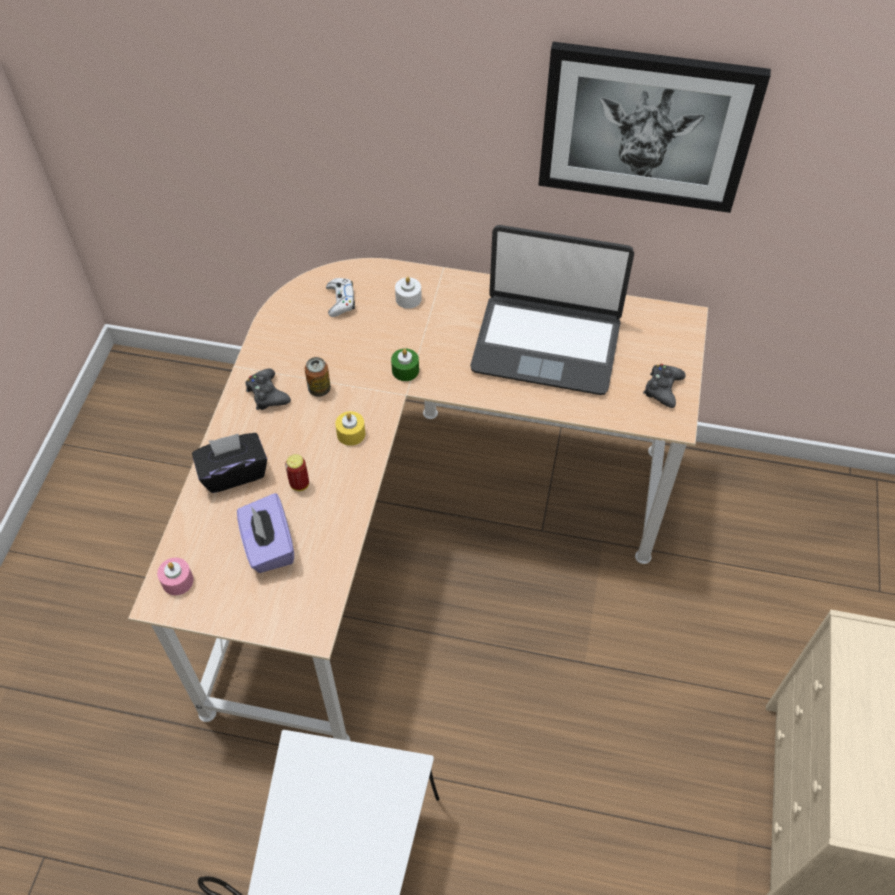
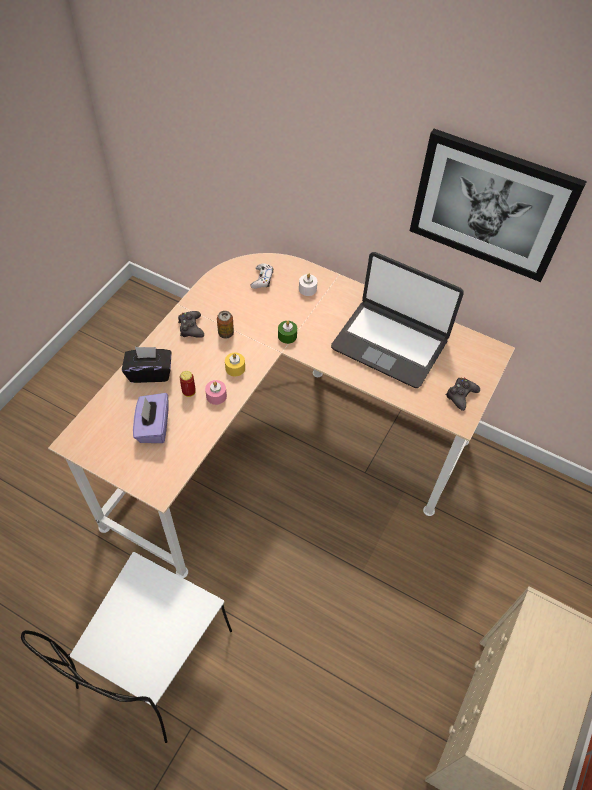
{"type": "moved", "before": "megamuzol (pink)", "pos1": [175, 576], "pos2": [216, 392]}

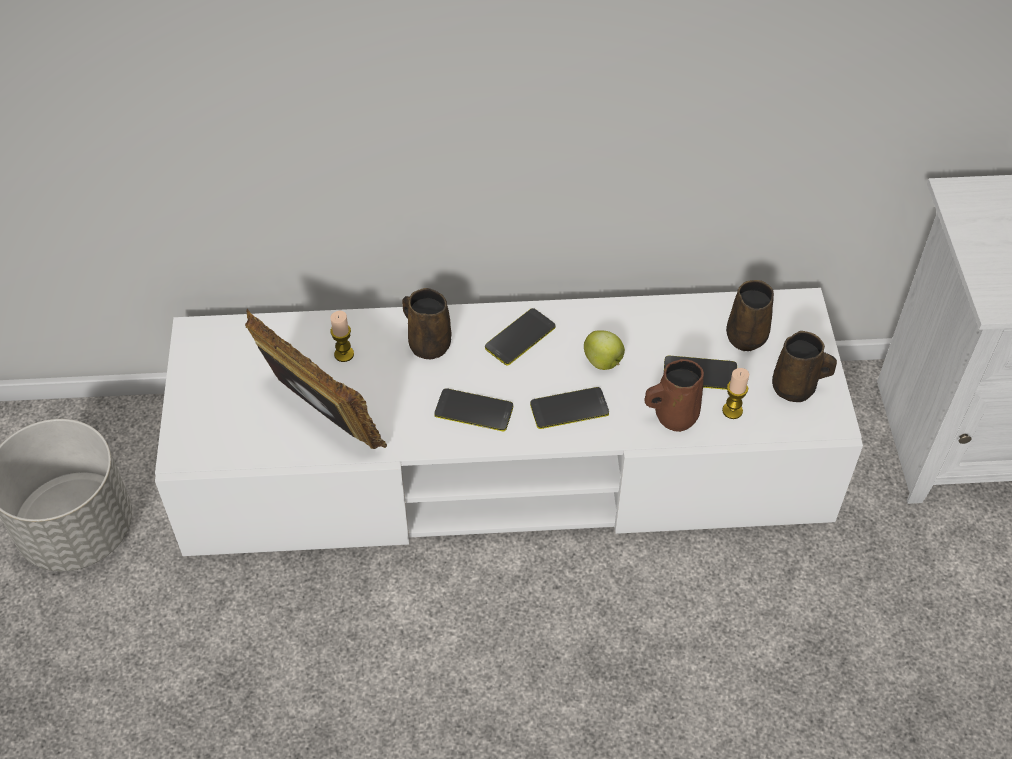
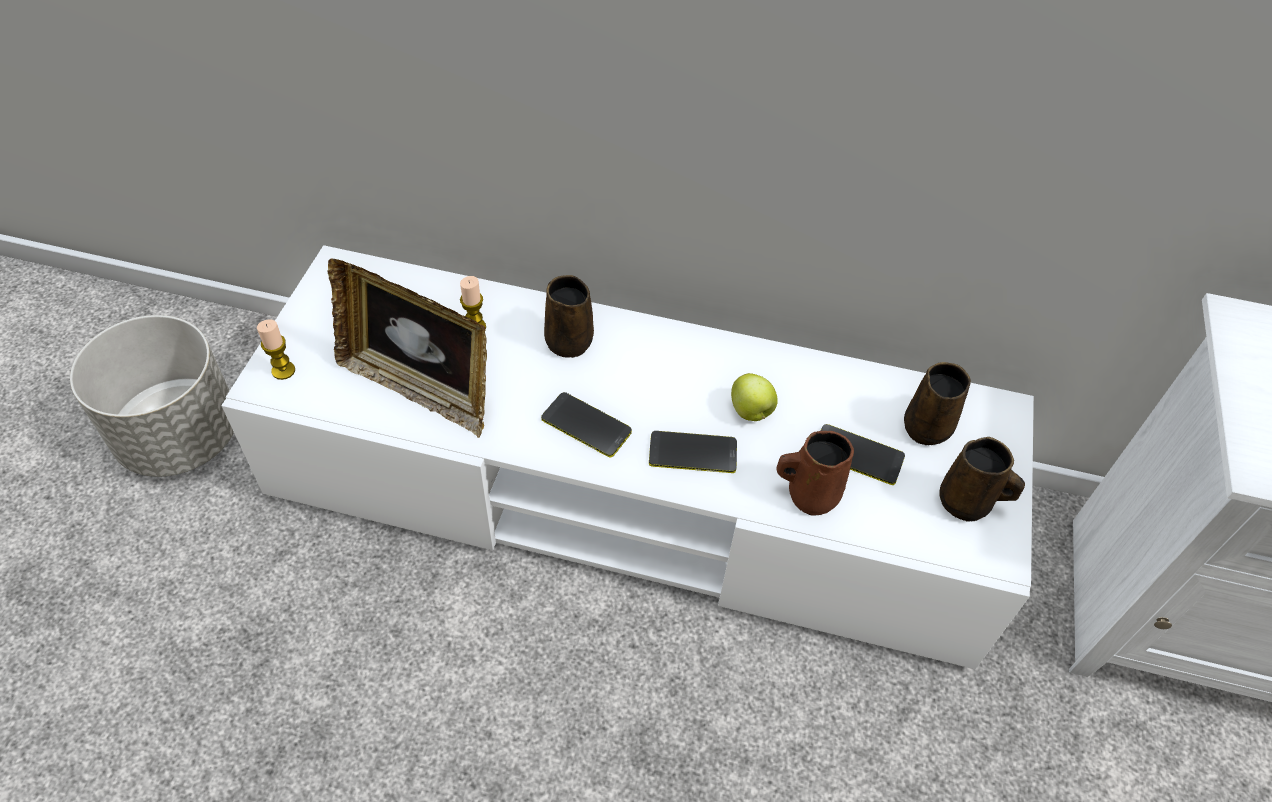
{"type": "moved", "before": "megamuzol", "pos1": [735, 393], "pos2": [276, 349]}
{"type": "turned", "before": "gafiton", "pos1": [316, 379], "pos2": [407, 348], "turn": 150}
{"type": "removed", "before": "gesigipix", "pos1": [520, 336]}

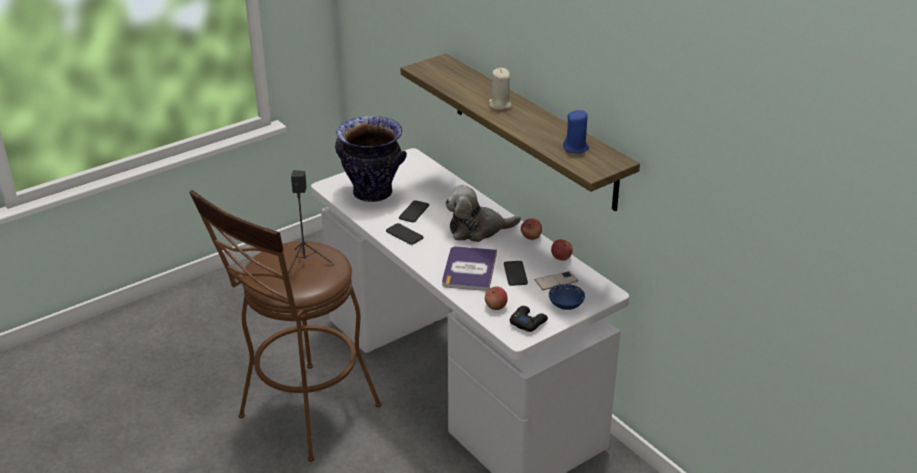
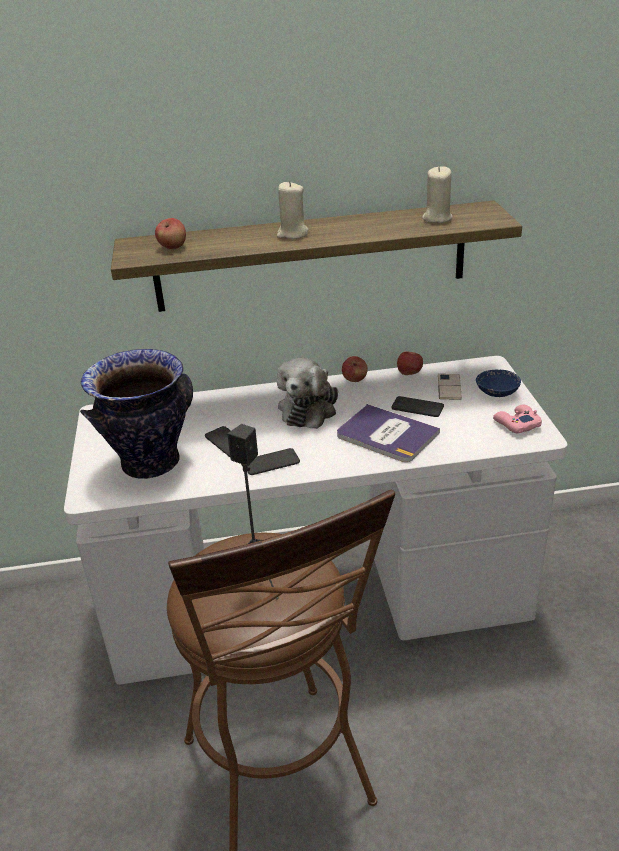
{"type": "moved", "before": "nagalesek", "pos1": [496, 298], "pos2": [170, 233]}
{"type": "recoloured", "before": "megamuzol (blue)", "after": "megamuzol (beige)", "pos1": [576, 131], "pos2": [437, 194]}
{"type": "recoloured", "before": "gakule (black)", "after": "gakule (pink)", "pos1": [529, 319], "pos2": [517, 418]}

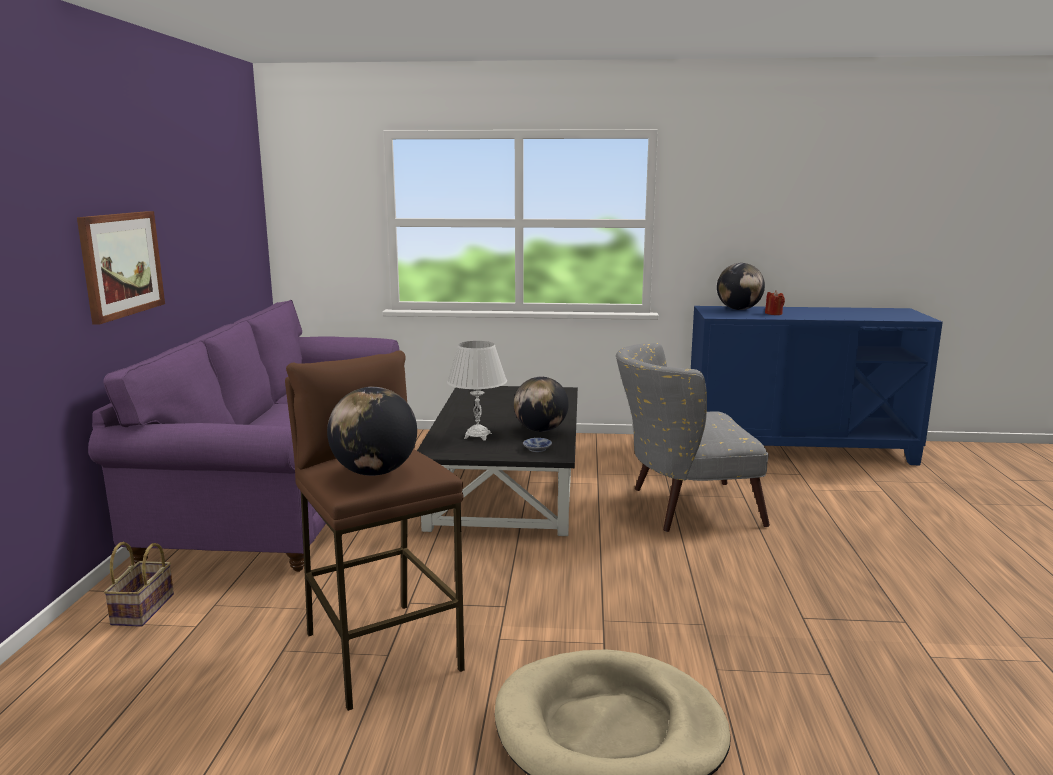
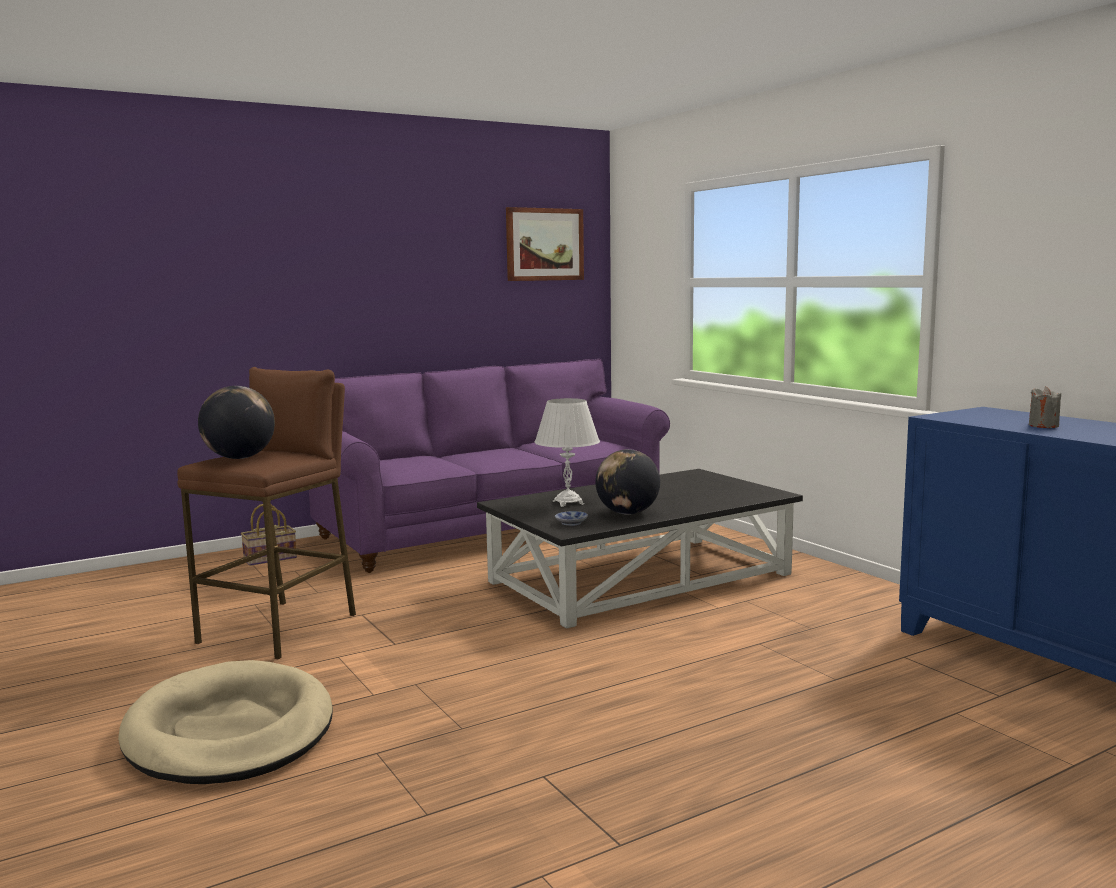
{"type": "moved", "before": "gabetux", "pos1": [121, 268], "pos2": [545, 244]}
{"type": "recoloured", "before": "megamuzol (red)", "after": "megamuzol (grey)", "pos1": [775, 302], "pos2": [1045, 407]}
{"type": "removed", "before": "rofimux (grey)", "pos1": [693, 437]}
{"type": "removed", "before": "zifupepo", "pos1": [741, 286]}

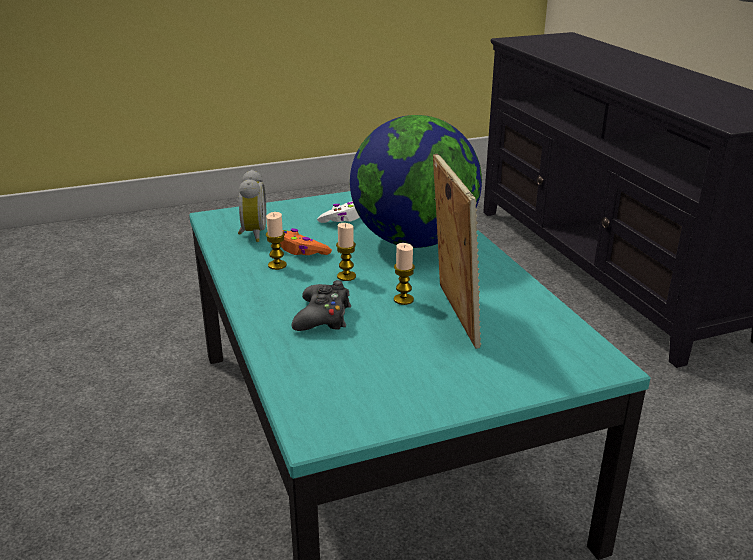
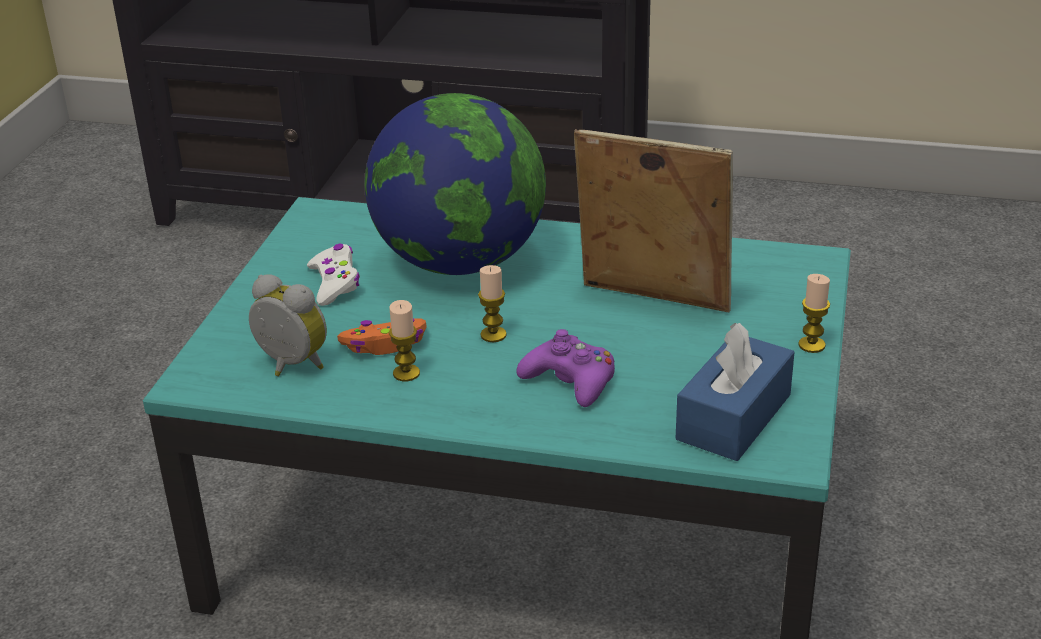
{"type": "recoloured", "before": "gakule (black)", "after": "gakule (purple)", "pos1": [321, 305], "pos2": [566, 368]}
{"type": "added", "after": "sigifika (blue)", "pos2": [735, 392]}
{"type": "moved", "before": "megamuzol", "pos1": [404, 274], "pos2": [814, 313]}

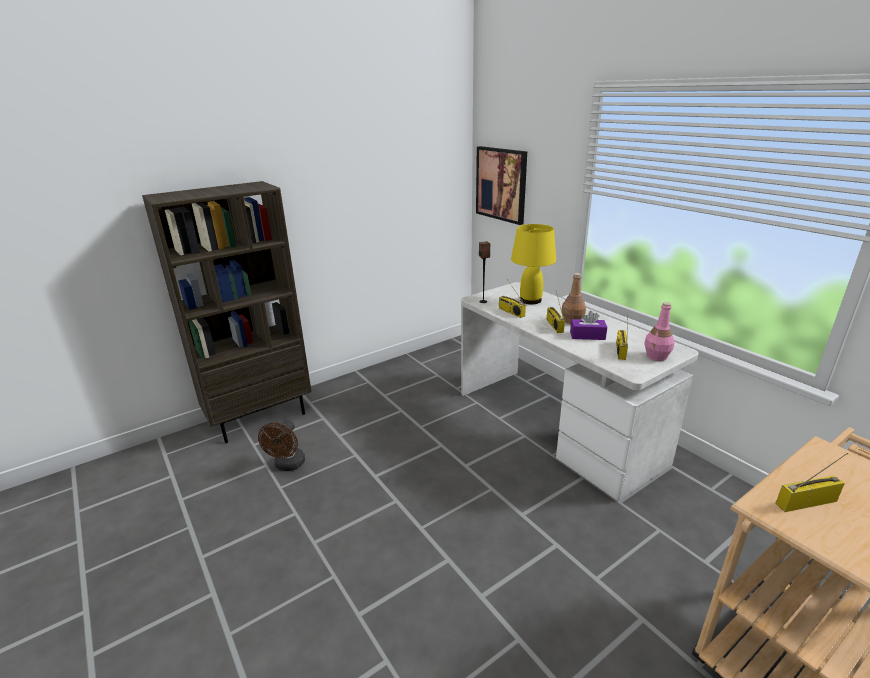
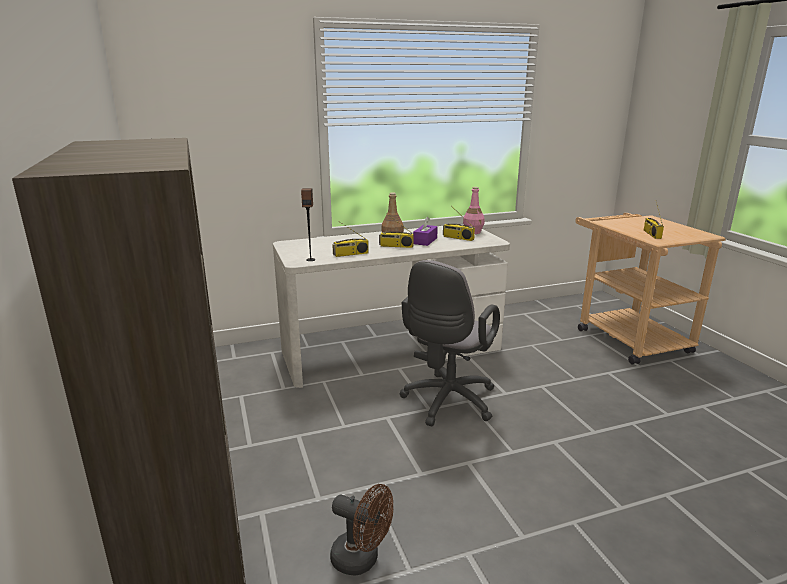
{"type": "added", "after": "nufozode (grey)", "pos2": [450, 343]}
{"type": "removed", "before": "gabetux", "pos1": [501, 185]}
{"type": "removed", "before": "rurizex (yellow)", "pos1": [533, 264]}

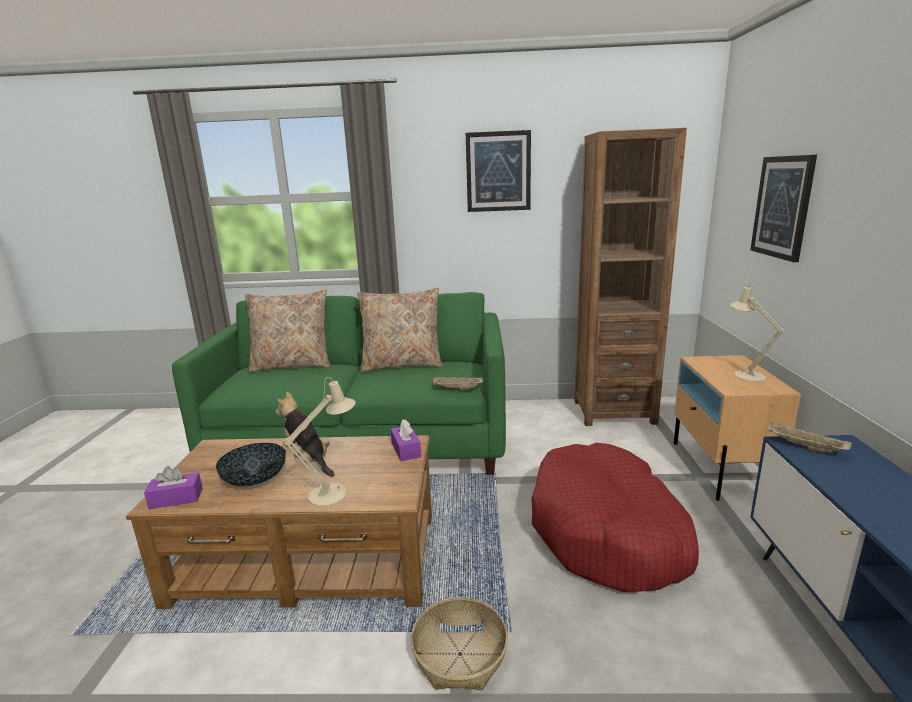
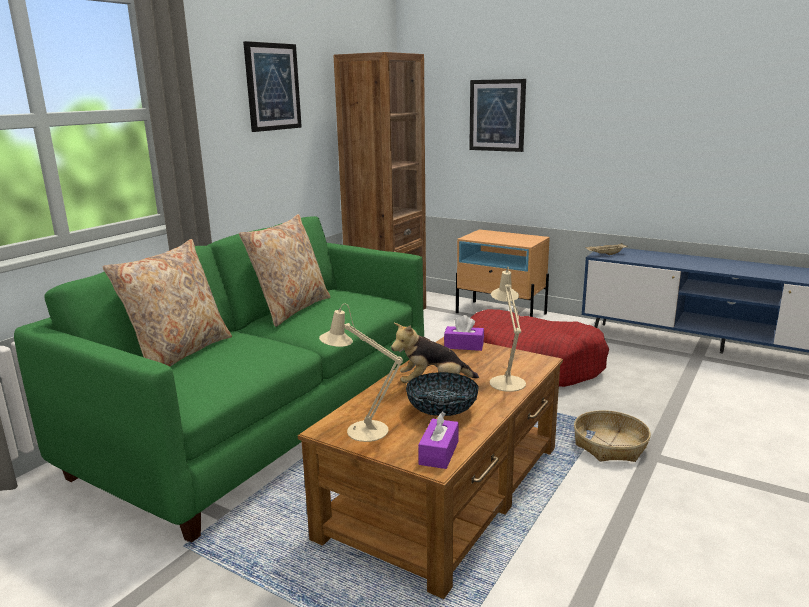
{"type": "moved", "before": "rurizex (beige)", "pos1": [757, 332], "pos2": [361, 373]}
{"type": "removed", "before": "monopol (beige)", "pos1": [458, 383]}

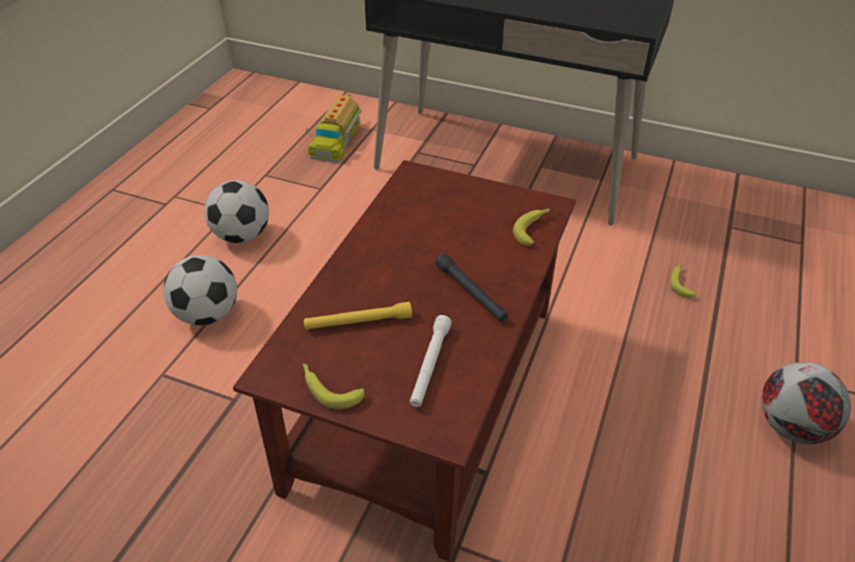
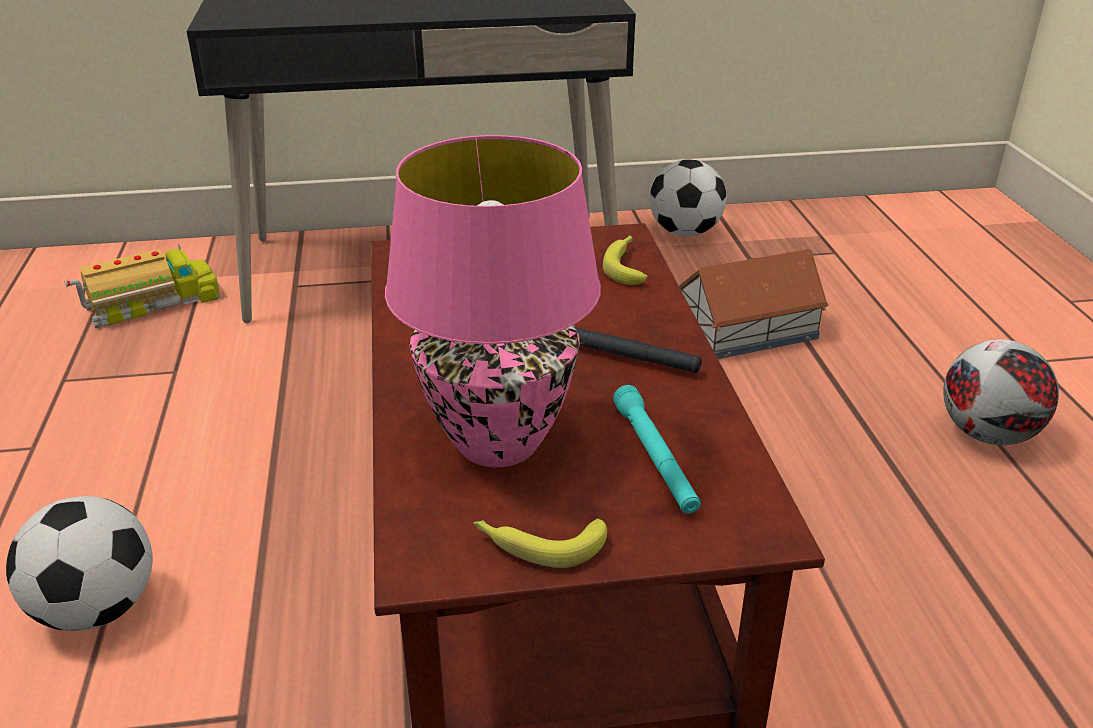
{"type": "turned", "before": "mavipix", "pos1": [334, 128], "pos2": [142, 286], "turn": -105}
{"type": "replaced", "before": "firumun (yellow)", "after": "rurizex (pink)", "pos1": [358, 316], "pos2": [493, 301]}
{"type": "recoloured", "before": "firumun (white)", "after": "firumun (turquoise)", "pos1": [430, 361], "pos2": [657, 449]}
{"type": "moved", "before": "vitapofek", "pos1": [237, 211], "pos2": [688, 198]}
{"type": "replaced", "before": "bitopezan", "after": "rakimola", "pos1": [683, 280], "pos2": [754, 304]}

